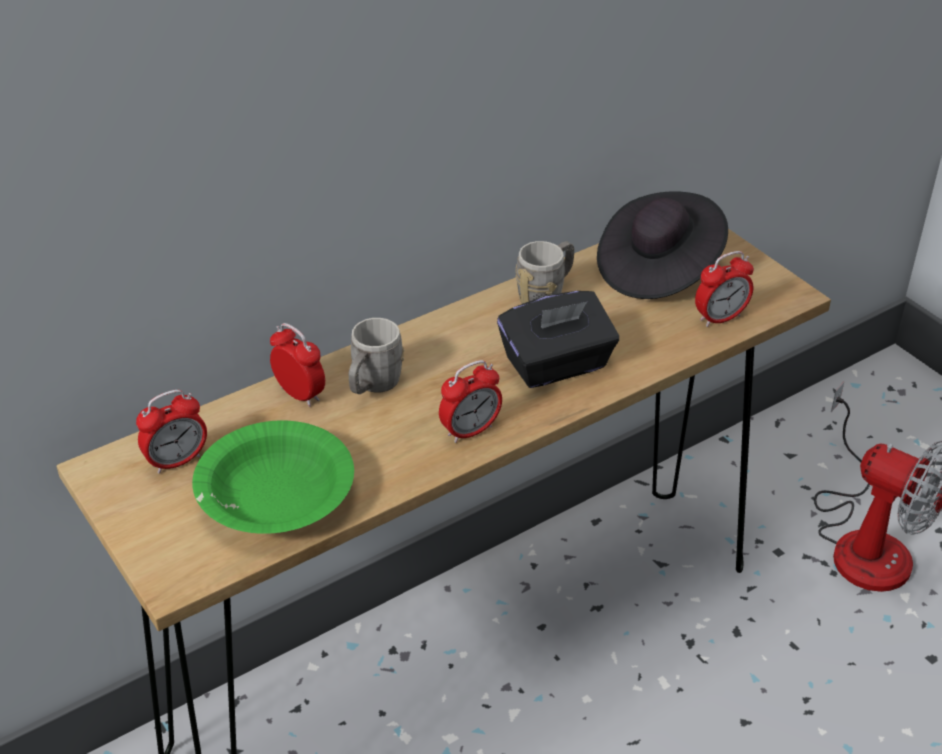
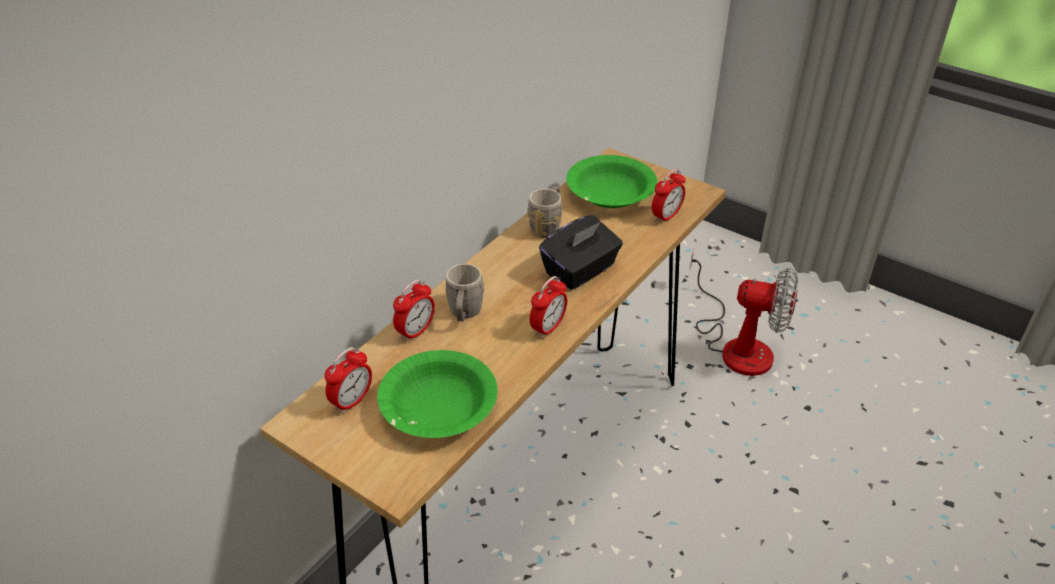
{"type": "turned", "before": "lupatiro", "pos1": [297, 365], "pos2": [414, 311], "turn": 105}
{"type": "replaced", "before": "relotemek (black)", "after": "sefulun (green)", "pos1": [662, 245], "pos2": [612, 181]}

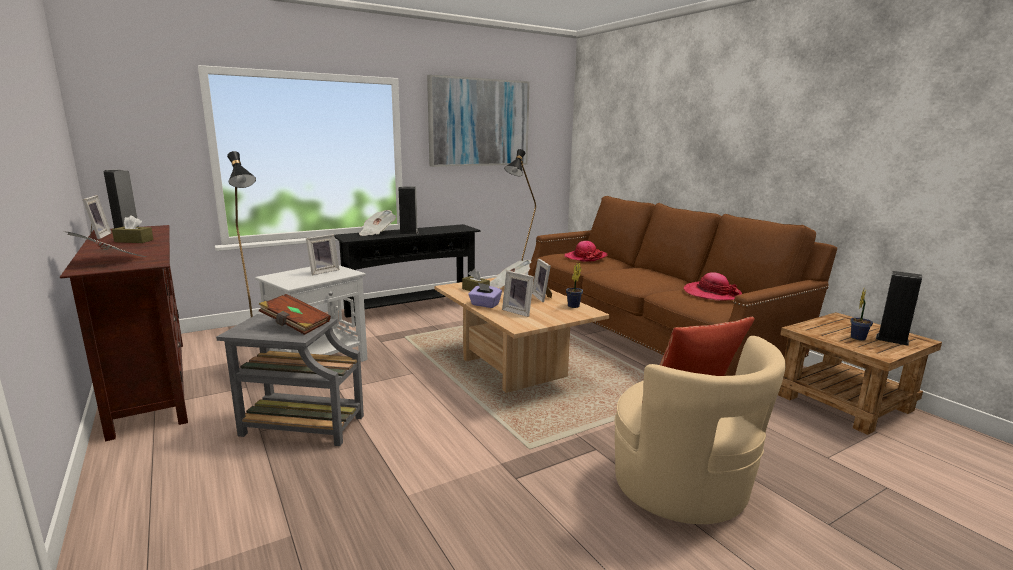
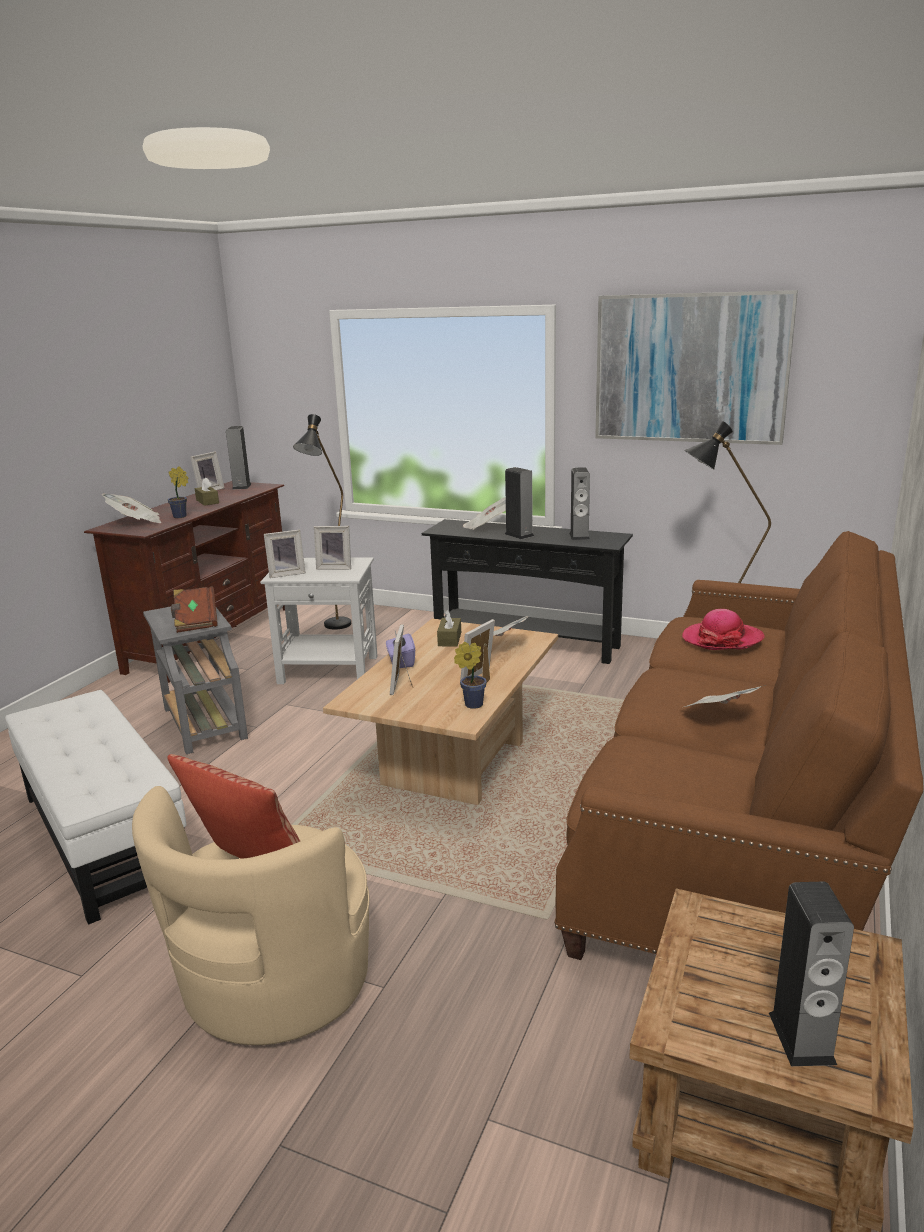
{"type": "added", "after": "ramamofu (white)", "pos2": [96, 807]}
{"type": "moved", "before": "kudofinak", "pos1": [862, 315], "pos2": [178, 492]}
{"type": "added", "after": "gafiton", "pos2": [285, 554]}
{"type": "added", "after": "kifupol", "pos2": [579, 503]}
{"type": "added", "after": "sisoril", "pos2": [725, 696]}
{"type": "removed", "before": "relotemek", "pos1": [712, 286]}

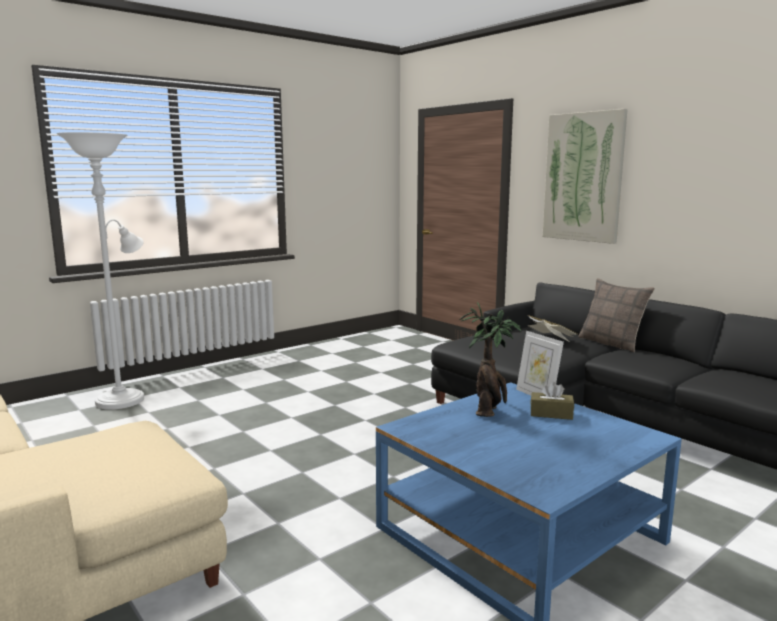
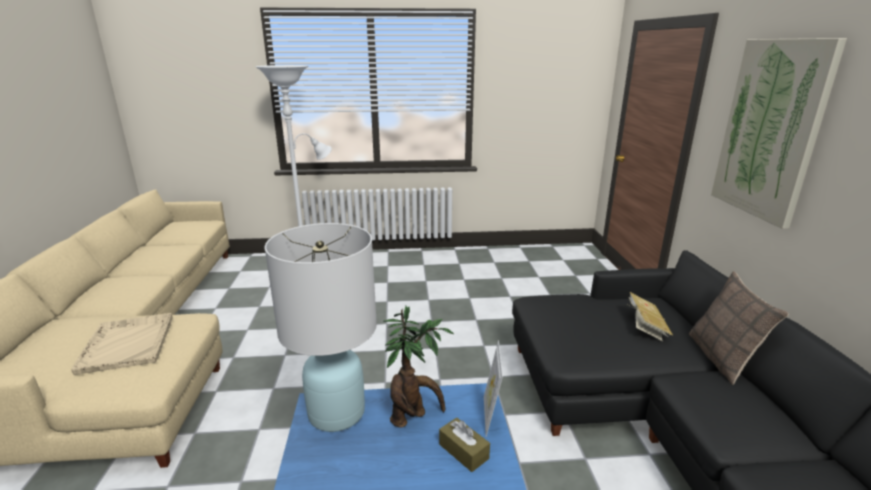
{"type": "added", "after": "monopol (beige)", "pos2": [122, 344]}
{"type": "added", "after": "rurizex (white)", "pos2": [321, 327]}

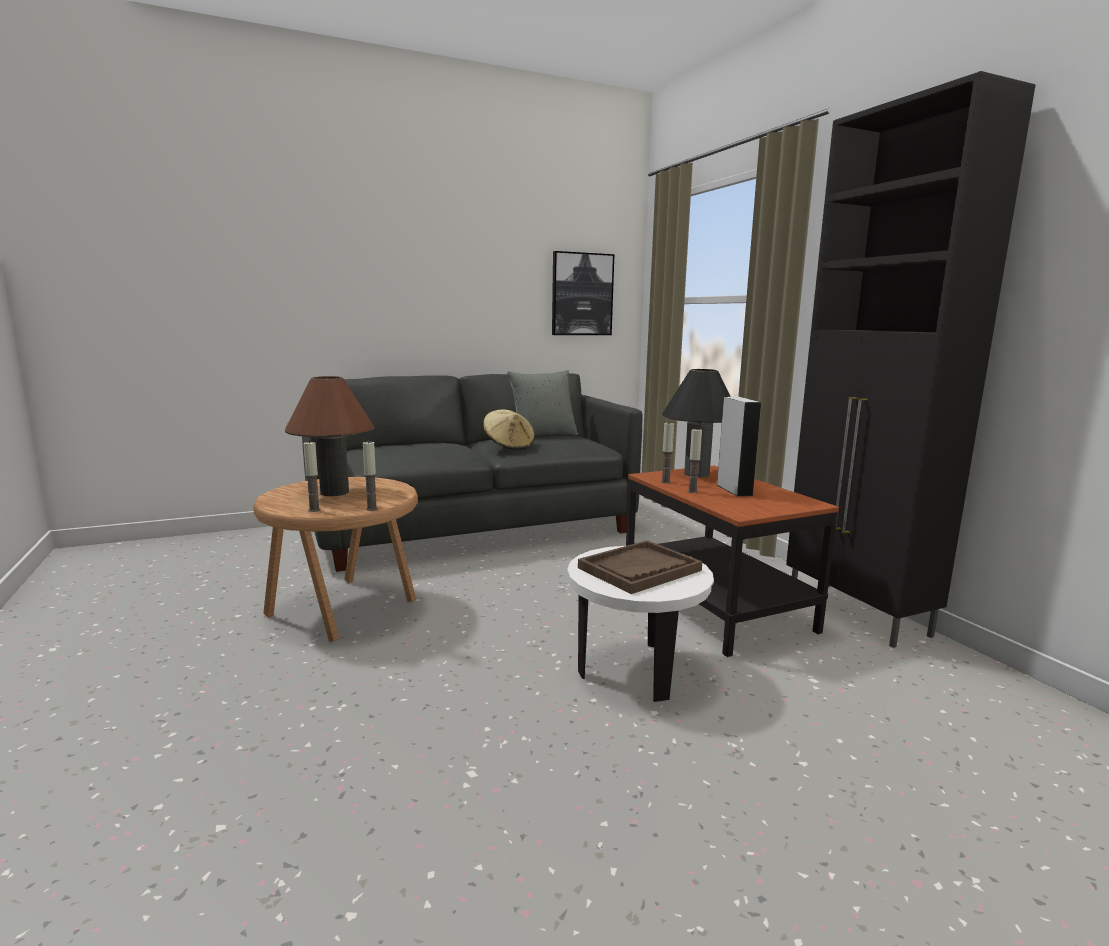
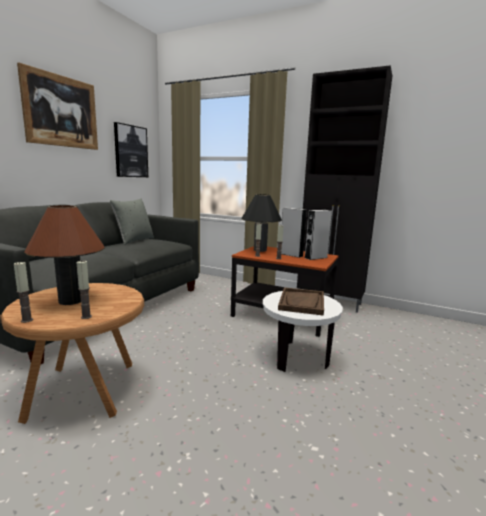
{"type": "moved", "before": "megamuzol", "pos1": [370, 476], "pos2": [23, 292]}
{"type": "added", "after": "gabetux", "pos2": [57, 106]}
{"type": "added", "after": "kifupol (grey)", "pos2": [318, 235]}
{"type": "removed", "before": "relotemek (beige)", "pos1": [509, 429]}

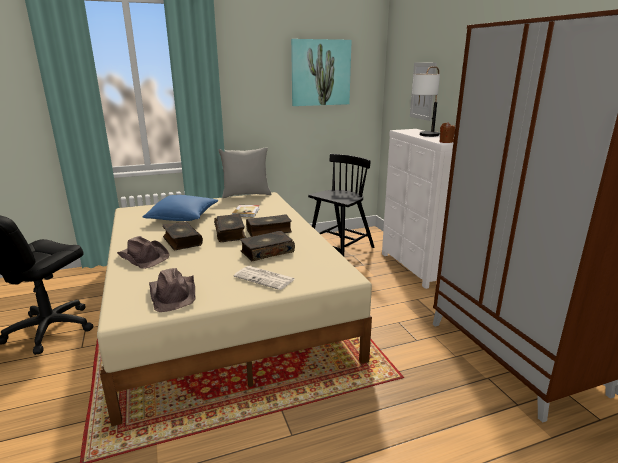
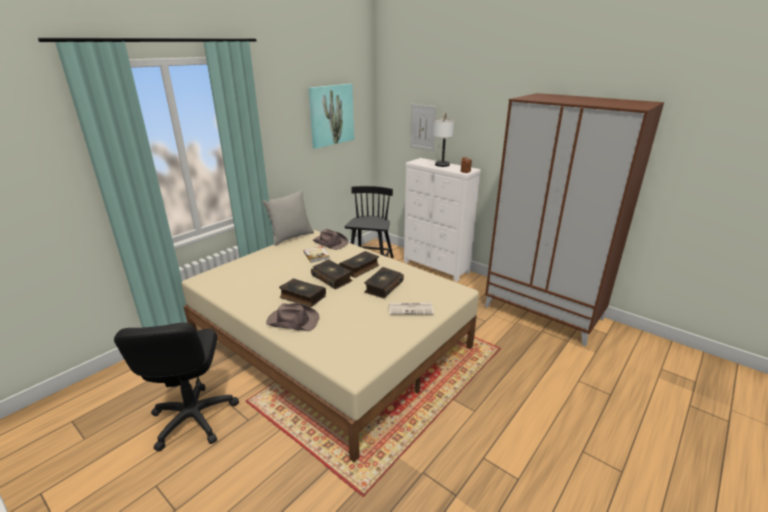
{"type": "moved", "before": "relotemek (brown)", "pos1": [172, 290], "pos2": [331, 239]}
{"type": "removed", "before": "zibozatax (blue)", "pos1": [180, 208]}

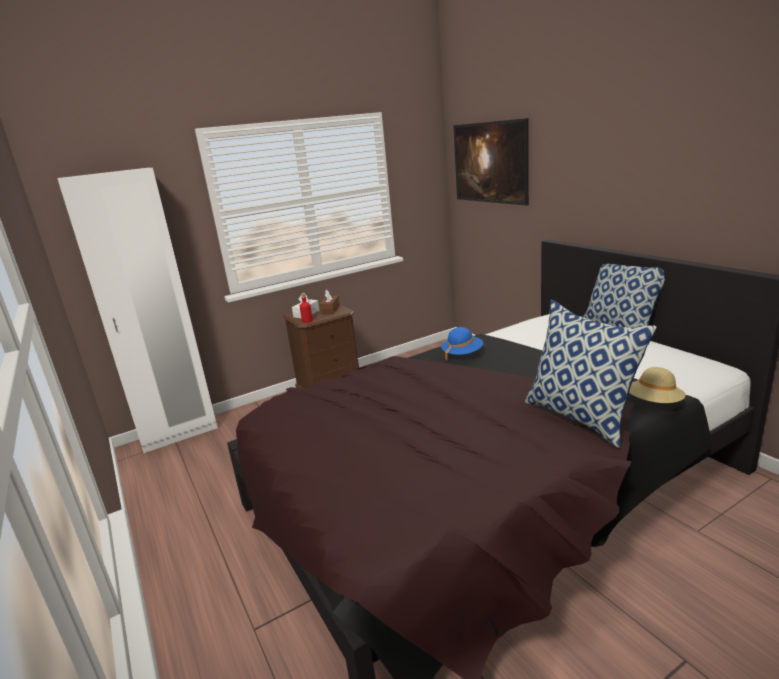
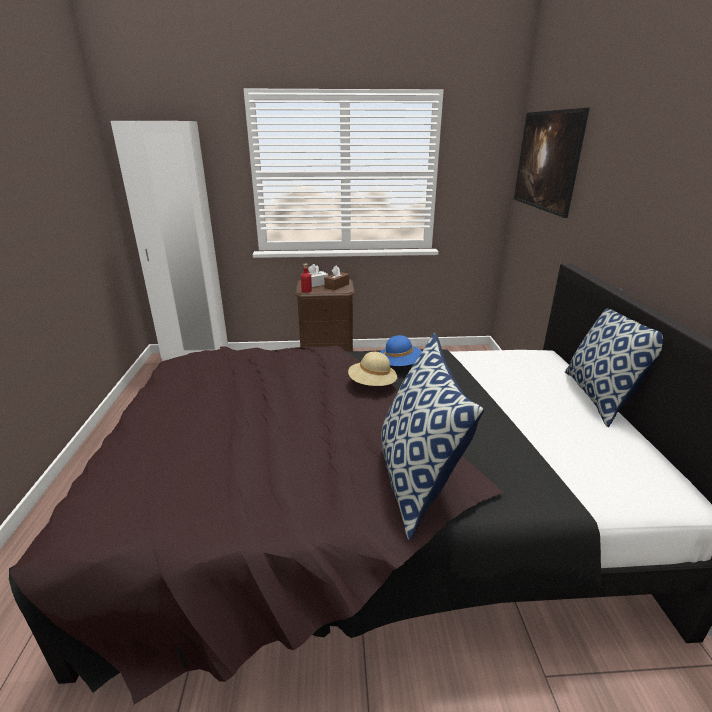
{"type": "moved", "before": "relotemek (beige)", "pos1": [657, 385], "pos2": [372, 369]}

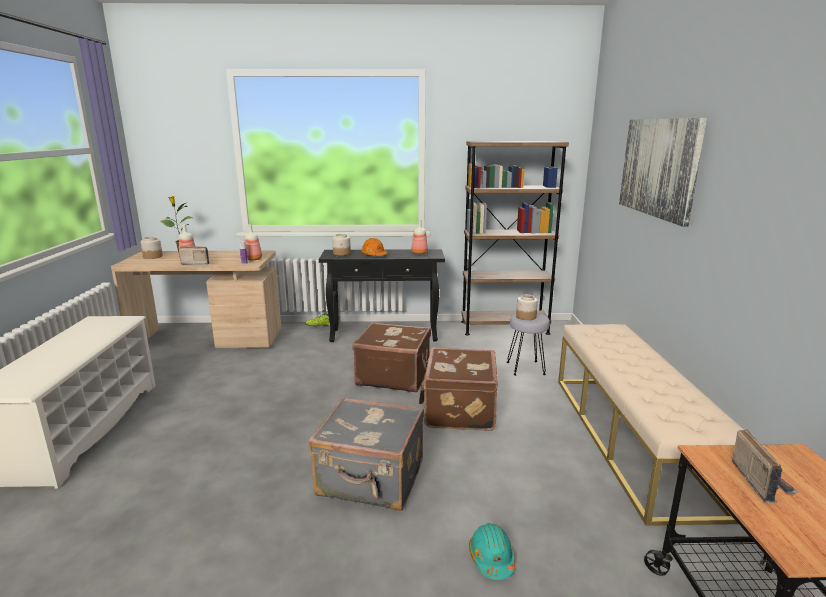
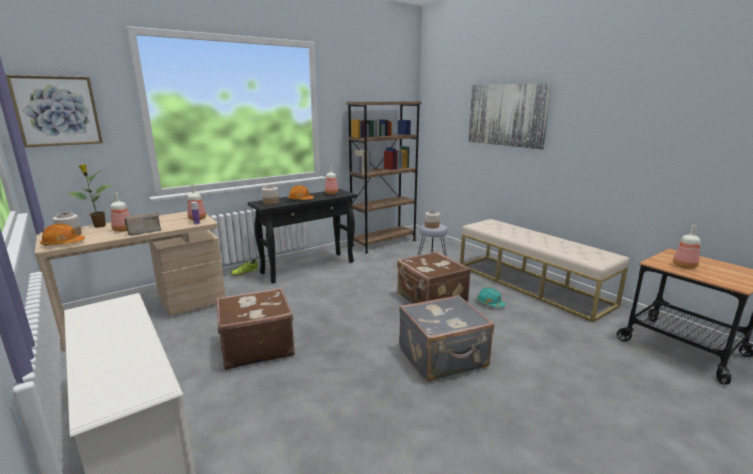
{"type": "added", "after": "gabetux", "pos2": [54, 111]}
{"type": "added", "after": "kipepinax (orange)", "pos2": [62, 234]}
{"type": "moved", "before": "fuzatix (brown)", "pos1": [391, 357], "pos2": [255, 328]}
{"type": "moved", "before": "kipepinax (turquoise)", "pos1": [492, 551], "pos2": [491, 297]}
{"type": "replaced", "before": "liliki", "after": "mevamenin", "pos1": [765, 466], "pos2": [686, 247]}

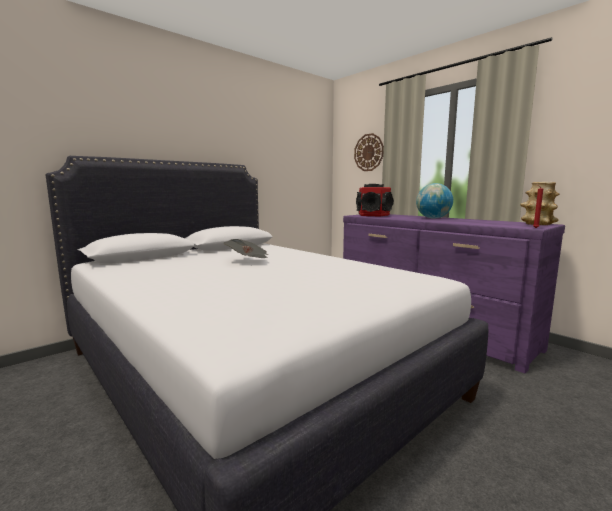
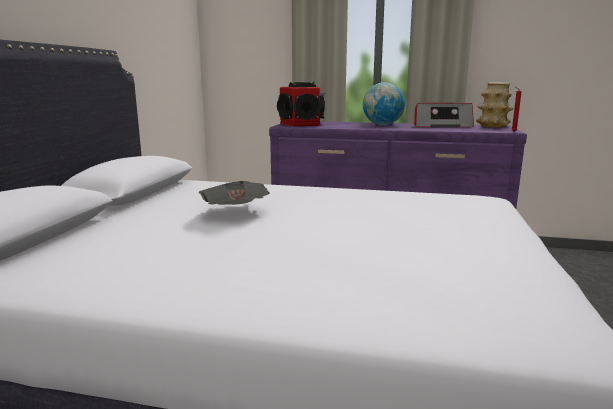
{"type": "added", "after": "liliki", "pos2": [444, 115]}
{"type": "removed", "before": "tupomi", "pos1": [369, 152]}

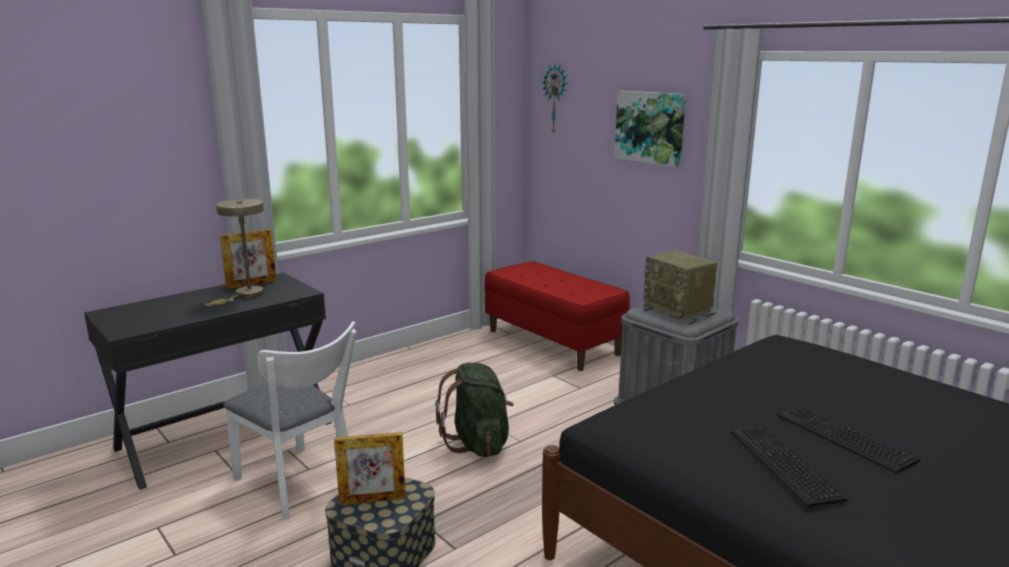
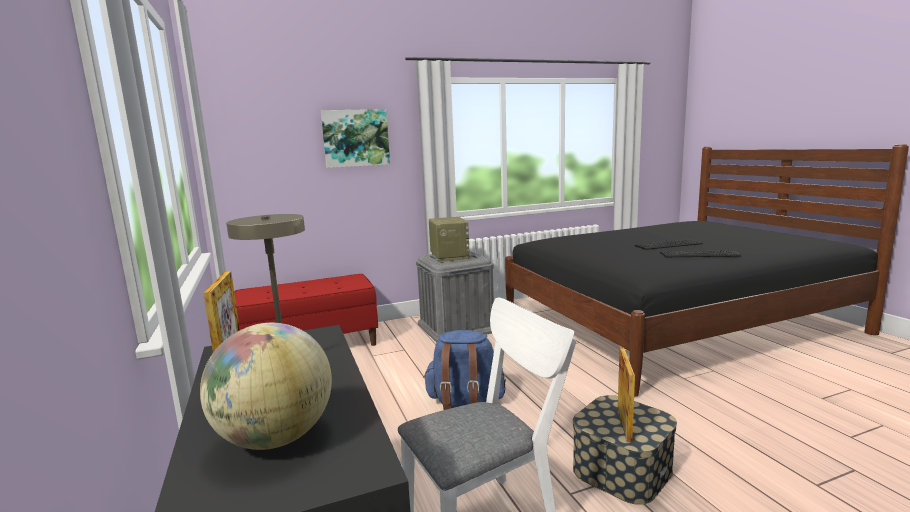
{"type": "added", "after": "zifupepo", "pos2": [266, 386]}
{"type": "recoloured", "before": "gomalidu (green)", "after": "gomalidu (blue)", "pos1": [474, 410], "pos2": [464, 370]}
{"type": "turned", "before": "liliki", "pos1": [680, 285], "pos2": [449, 239], "turn": -90}
{"type": "removed", "before": "tupomi", "pos1": [555, 99]}

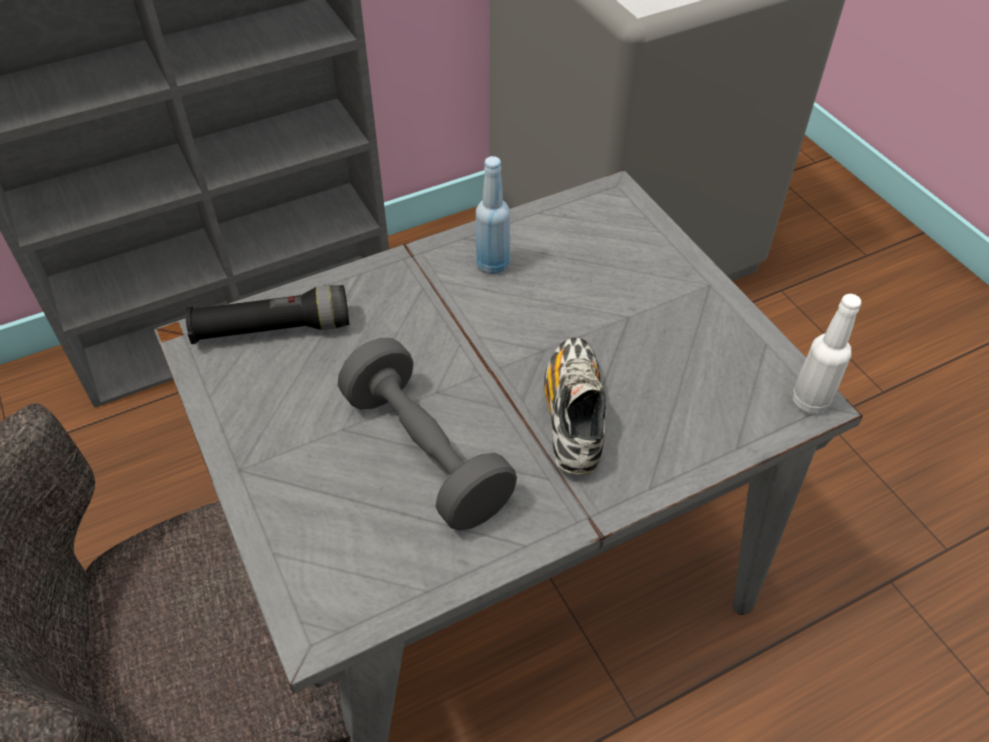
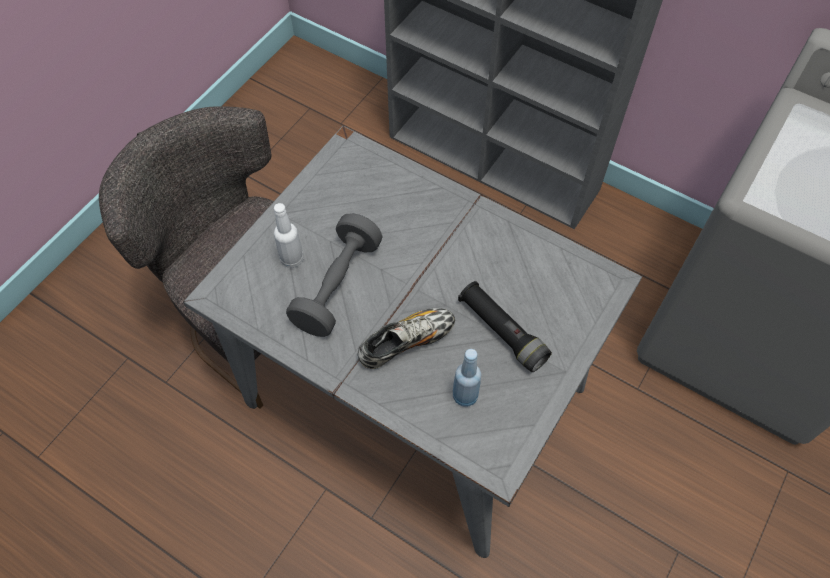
{"type": "moved", "before": "mevamenin (white)", "pos1": [826, 354], "pos2": [289, 235]}
{"type": "moved", "before": "mevamenin (blue)", "pos1": [493, 215], "pos2": [467, 378]}
{"type": "moved", "before": "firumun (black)", "pos1": [267, 314], "pos2": [505, 326]}

